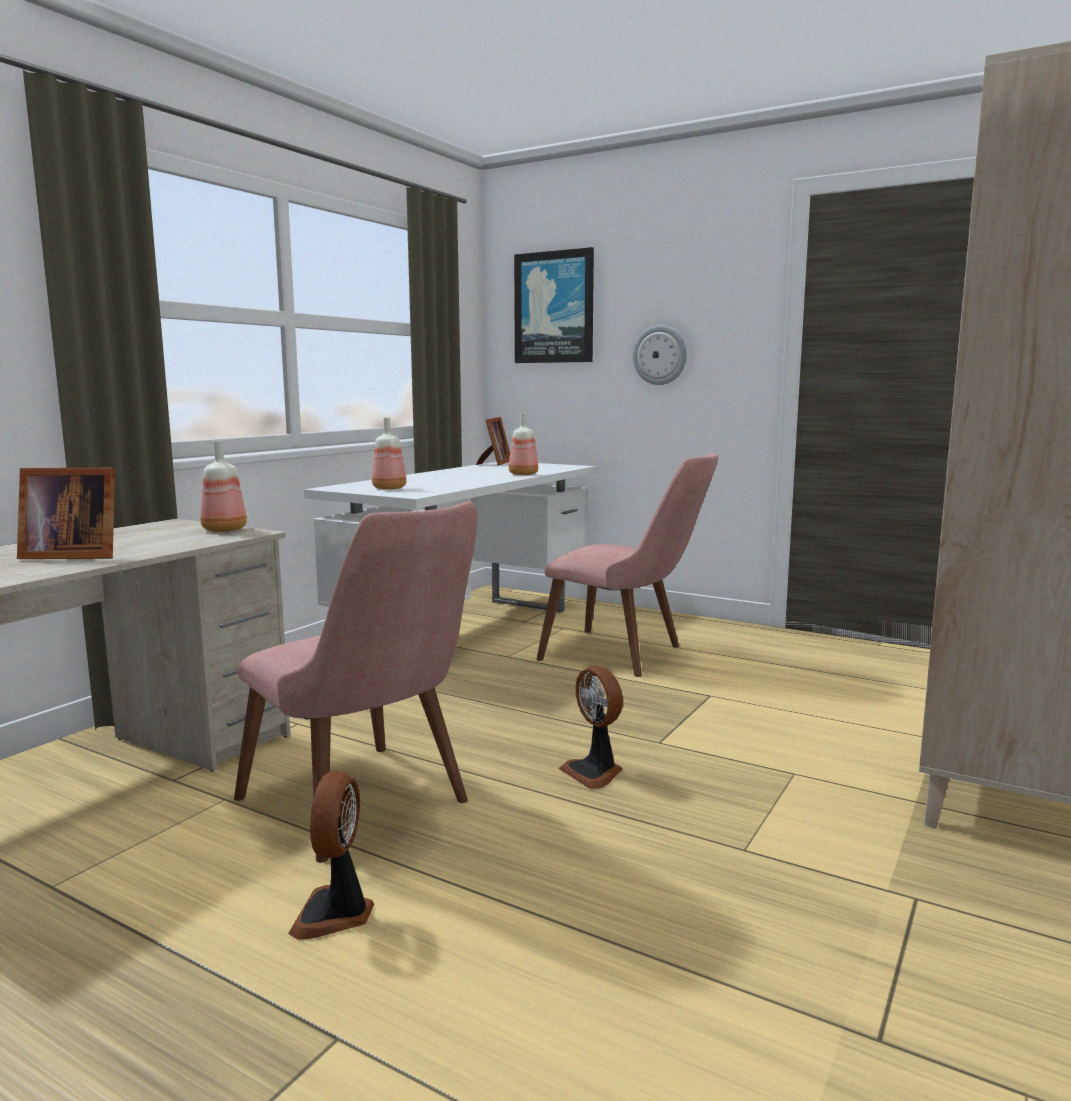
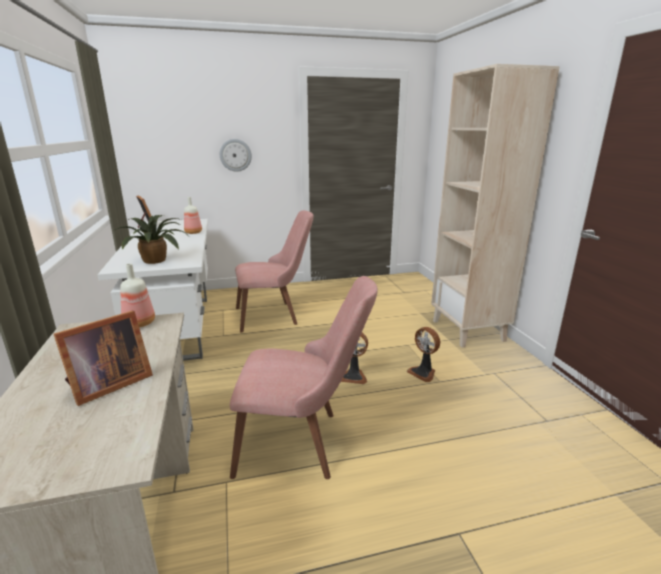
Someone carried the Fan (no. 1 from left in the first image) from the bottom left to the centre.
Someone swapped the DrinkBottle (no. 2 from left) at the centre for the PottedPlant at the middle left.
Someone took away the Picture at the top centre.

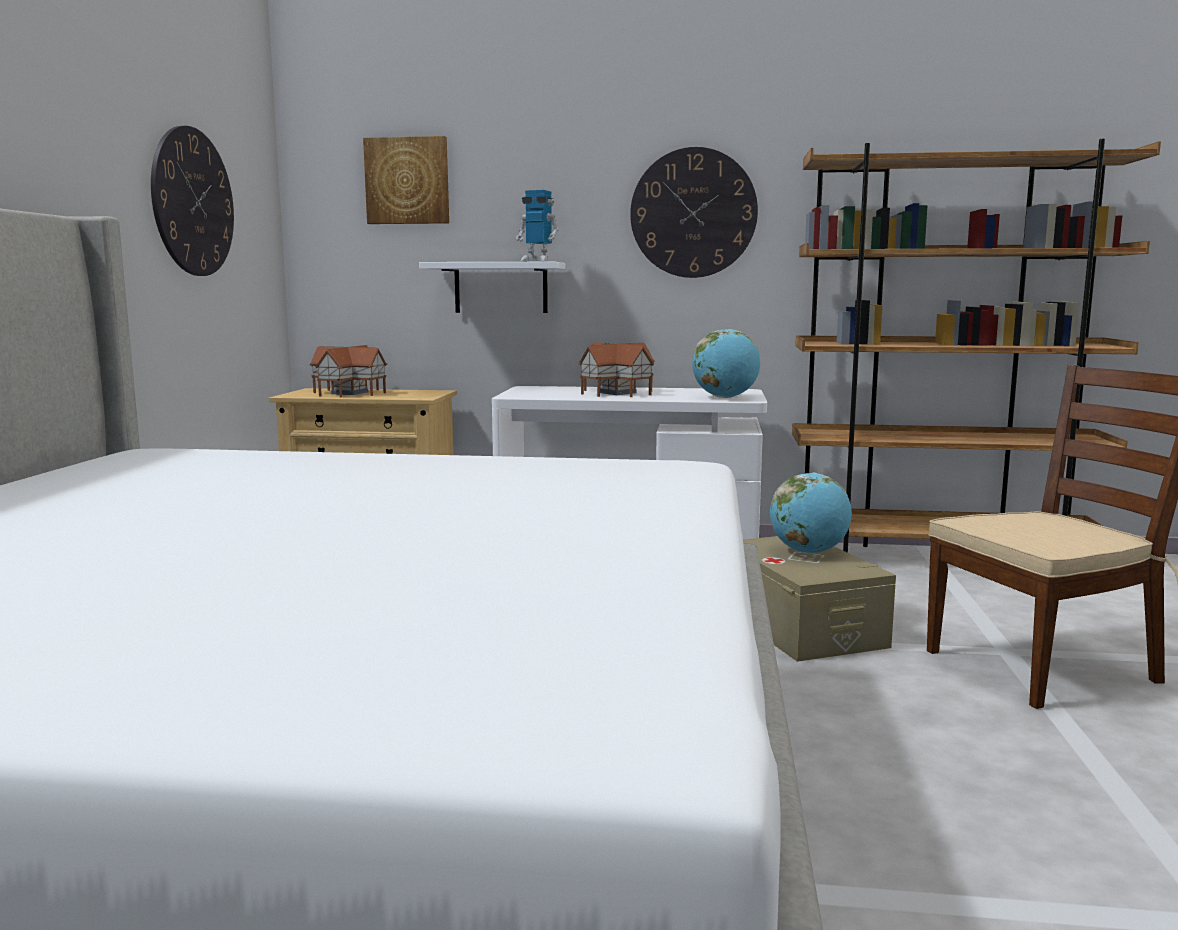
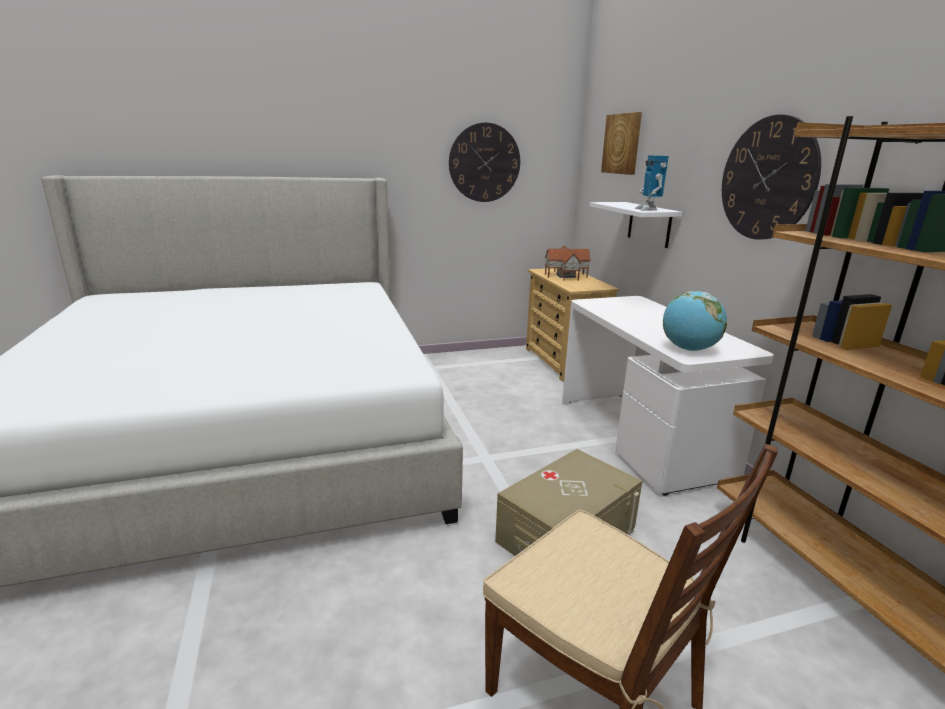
Someone took away the MiniatureHouse (no. 2 from left) at the centre.
Someone took away the DeskGlobe (no. 2 from left) at the middle right.

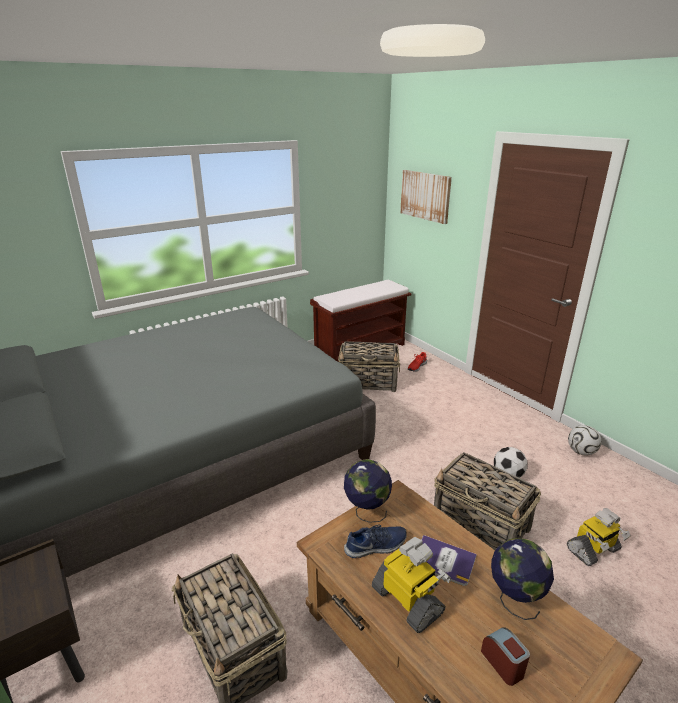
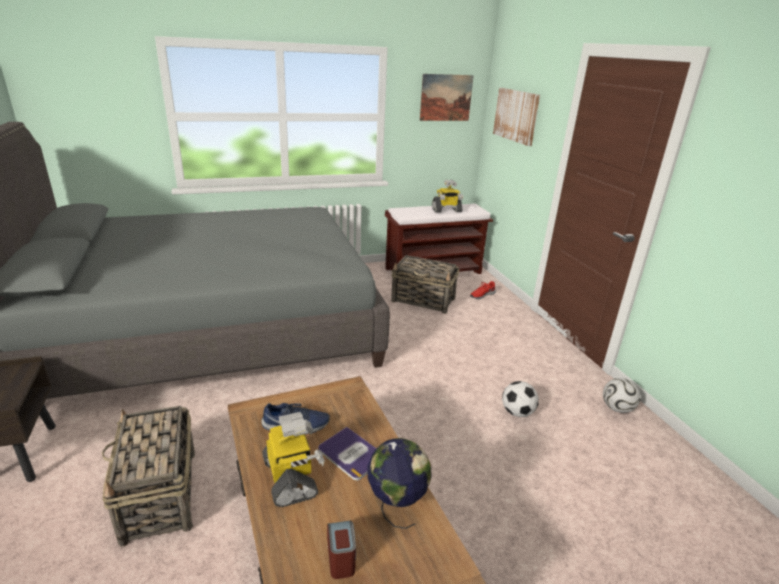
Someone took away the DeskGlobe (no. 1 from left) at the bottom centre.
Someone took away the Basket (no. 3 from left) at the bottom right.
Someone carried the RobotFigure (no. 2 from left) from the bottom right to the centre.
Someone put up the Picture (no. 1 from left) at the top centre.

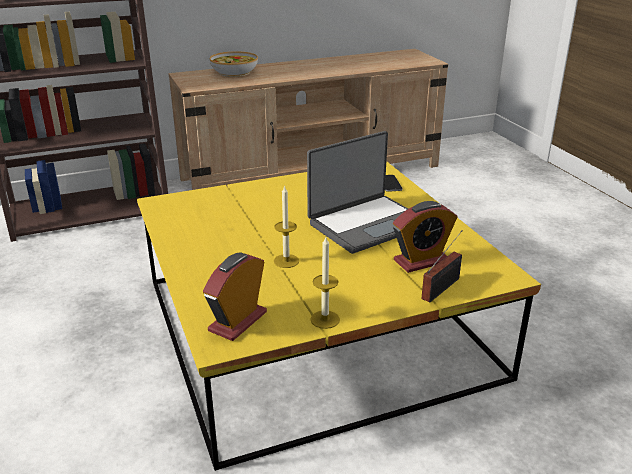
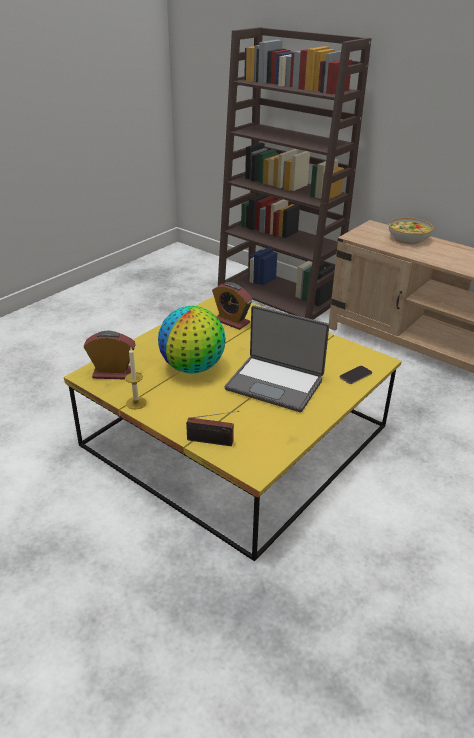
Someone swapped the Candle (no. 1 from left) at the centre for the DeskGlobe at the centre.
Someone carried the BedsideClock (no. 2 from left) from the middle right to the centre.

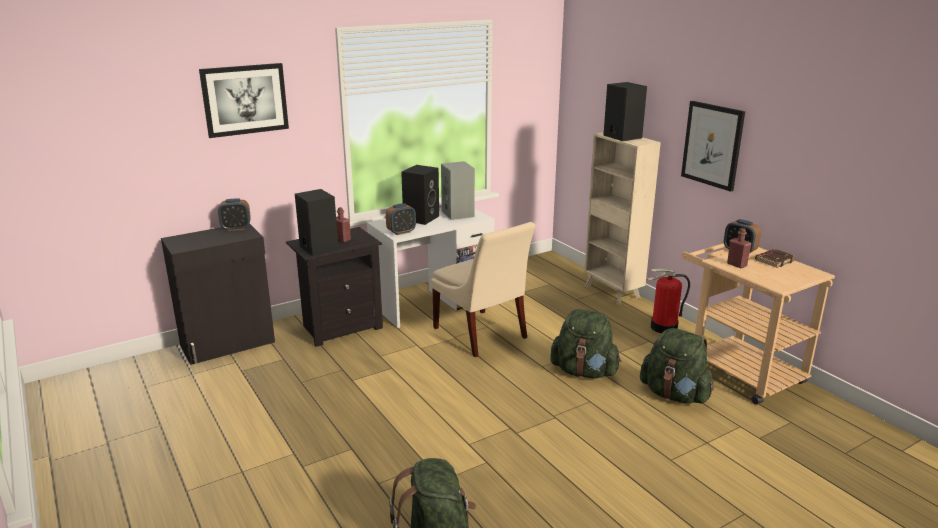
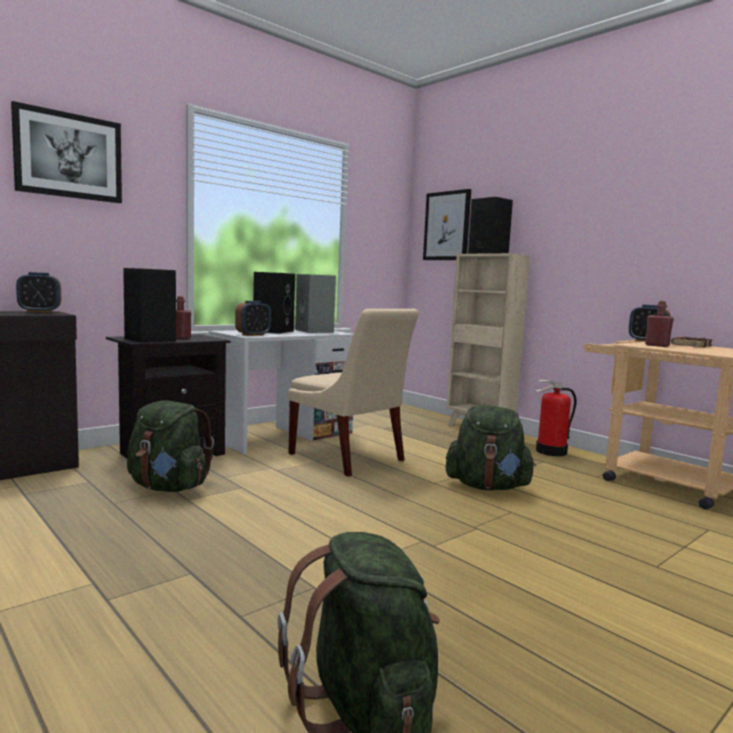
Someone carried the GreenishBackpack (no. 3 from left in the first image) from the bottom right to the middle left.
Someone carried the Picture (no. 2 from left) from the top right to the top centre.

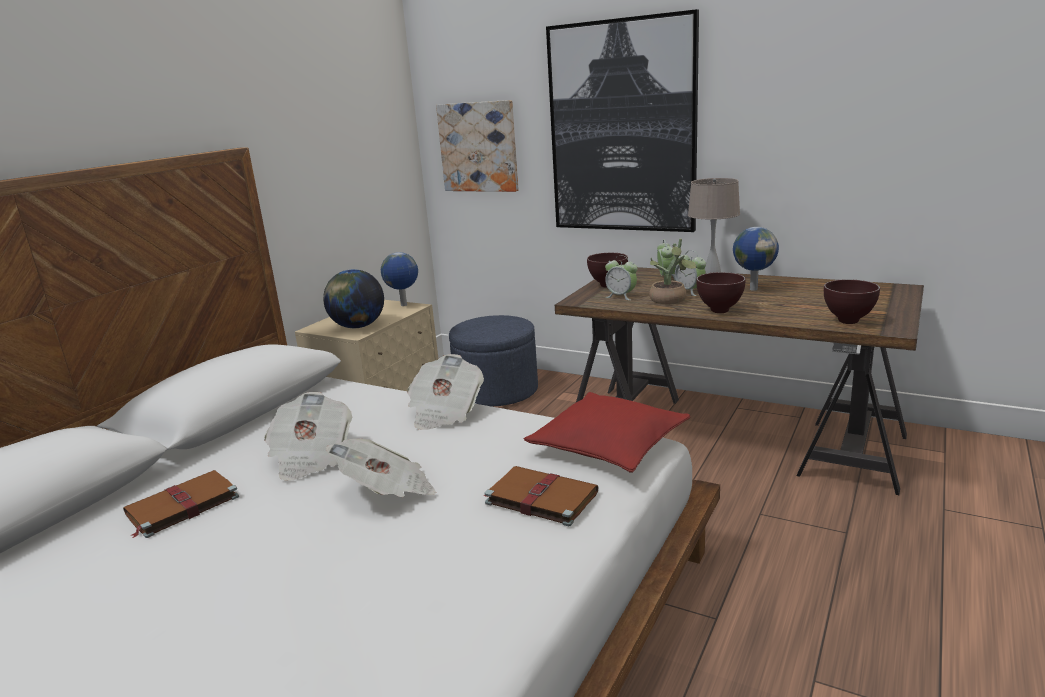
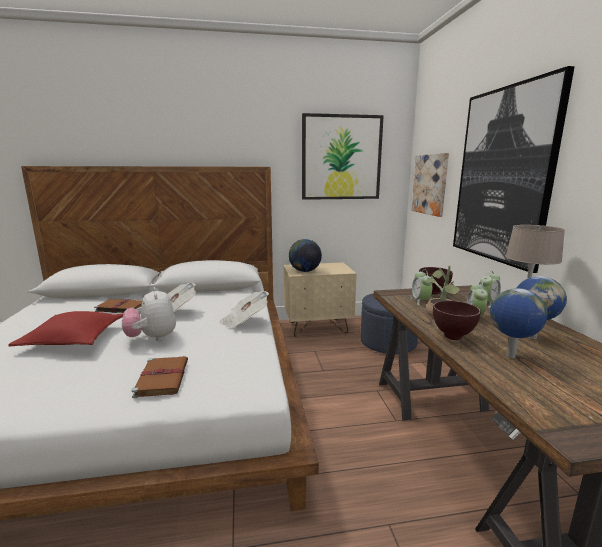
Someone swapped the DailyPaper (no. 2 from left) at the bottom centre for the SoftToy at the middle left.
Someone carried the DeskGlobe (no. 2 from left) from the centre to the middle right.
Someone carried the ReddishPillow from the centre to the middle left.
Someone took away the BrownServingBowl (no. 3 from left) at the middle right.
Someone put up the Picture (no. 1 from left) at the top centre.

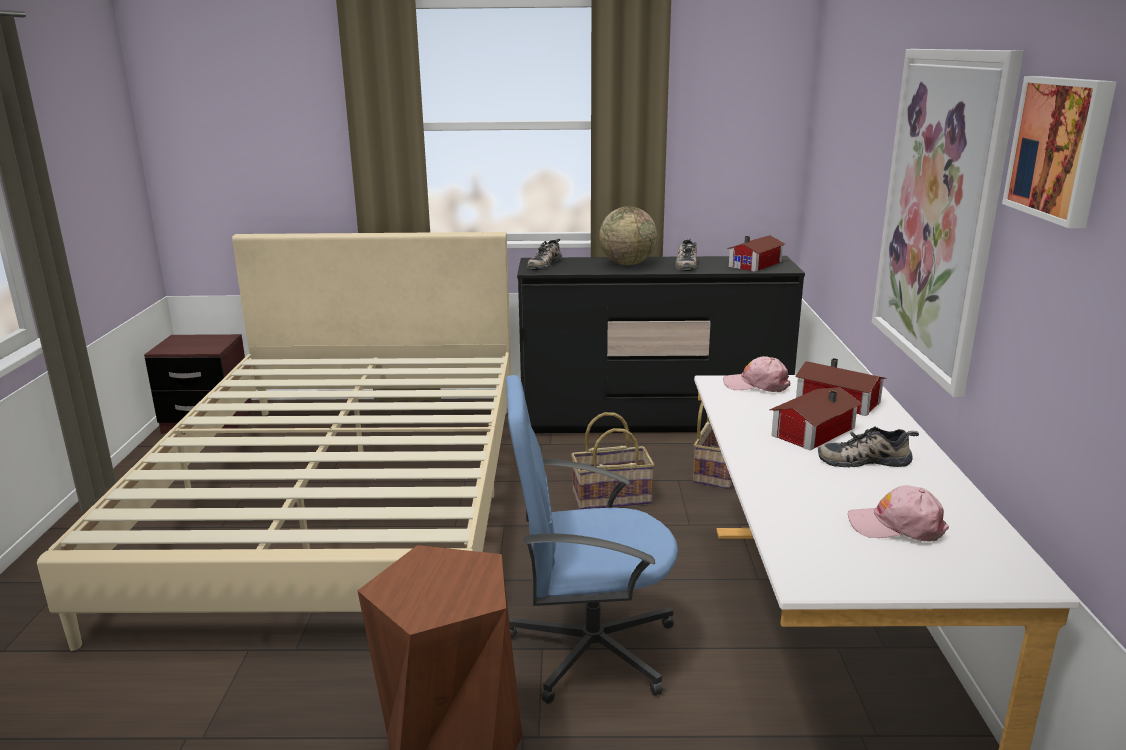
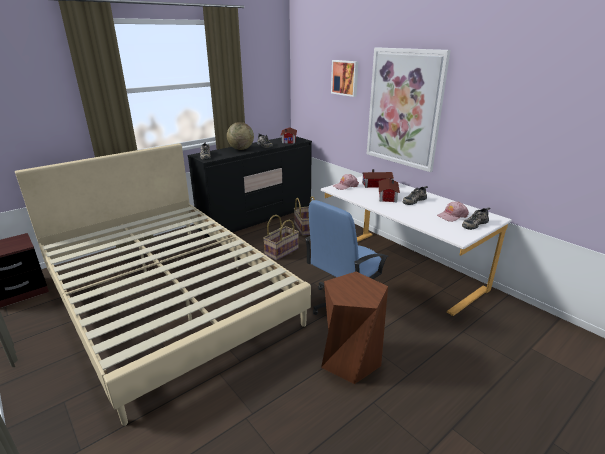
Someone carried the Picture (no. 2 from left in the first image) from the top right to the top centre.
Someone put down the ItemOfFootwear (no. 4 from left) at the middle right.

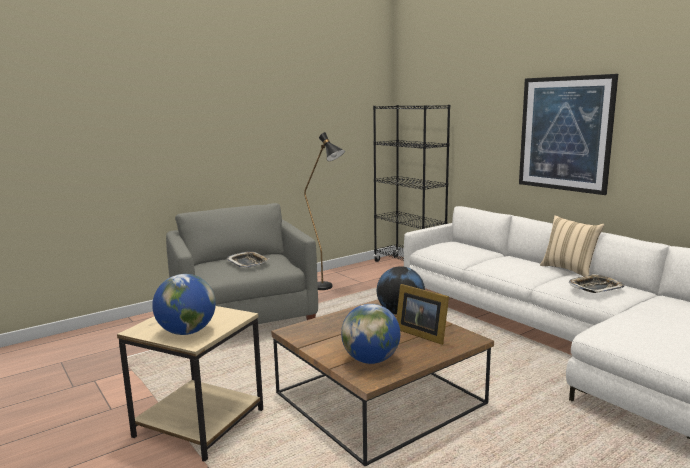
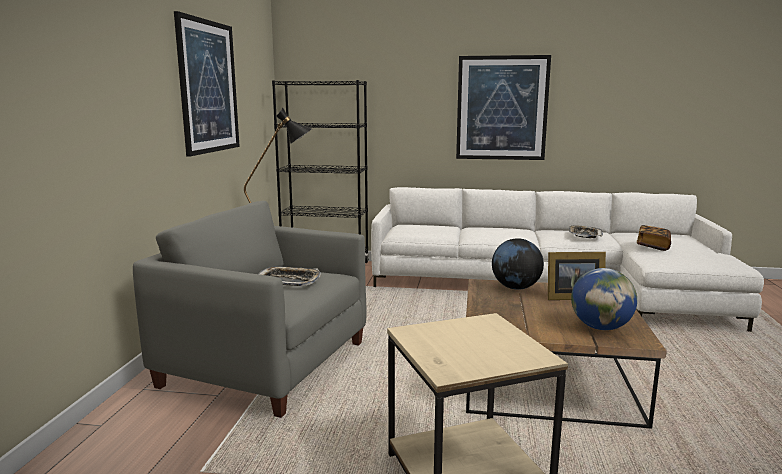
Someone took away the DeskGlobe (no. 1 from left) at the middle left.
Someone took away the BeigeColouredPillow at the middle right.
Someone put up the Picture (no. 1 from left) at the top left.
Someone put down the Book at the middle right.

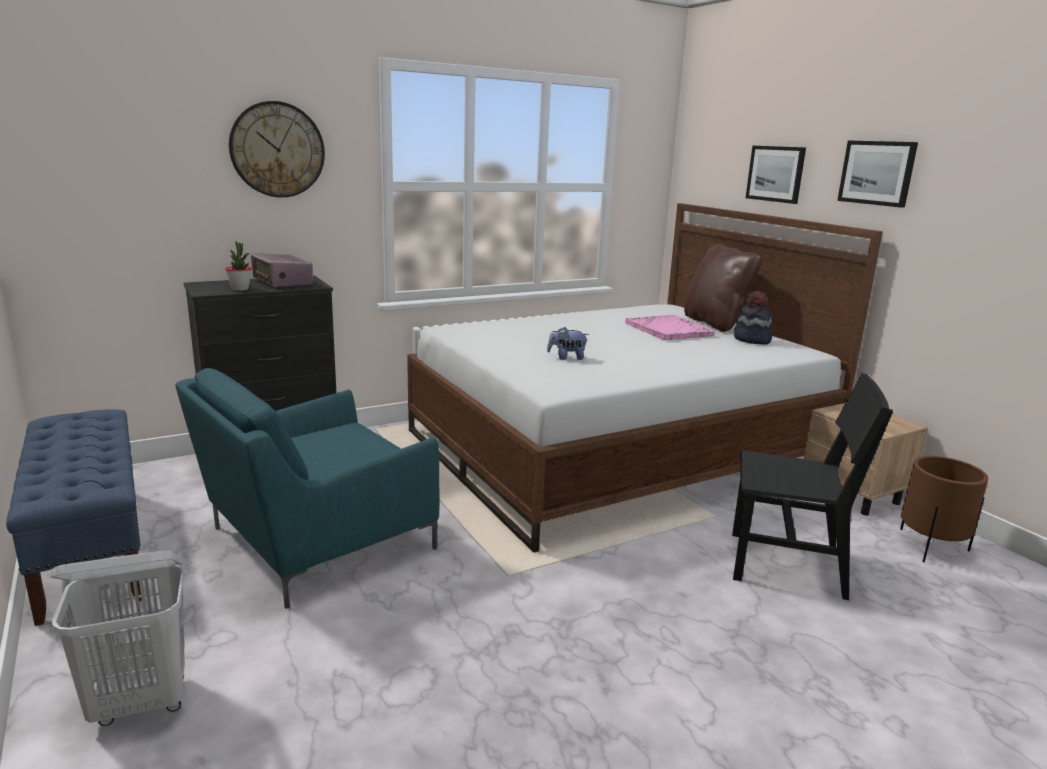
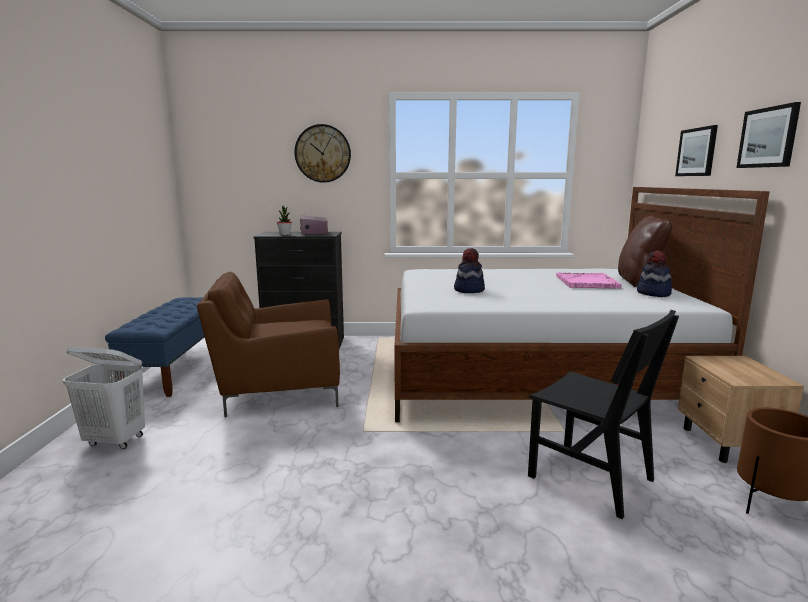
Someone repainted the BlueGreenEasyChair at the middle left, which became the BrownEasyChair at the middle left.
Someone swapped the SoftToy at the centre for the Hat (no. 1 from left) at the centre.

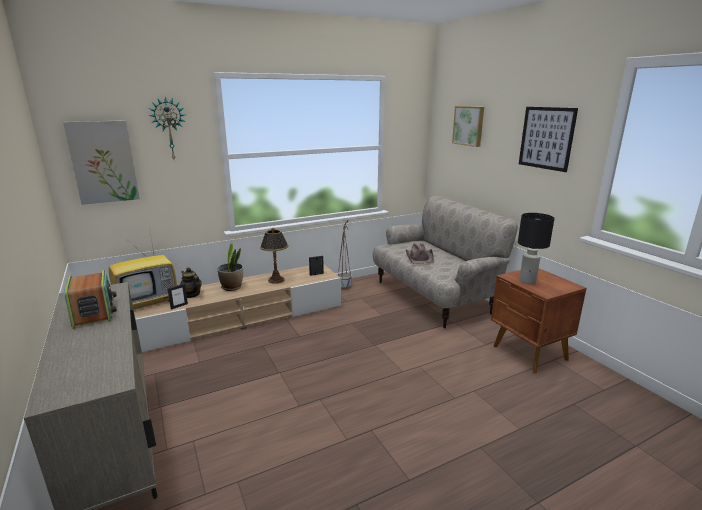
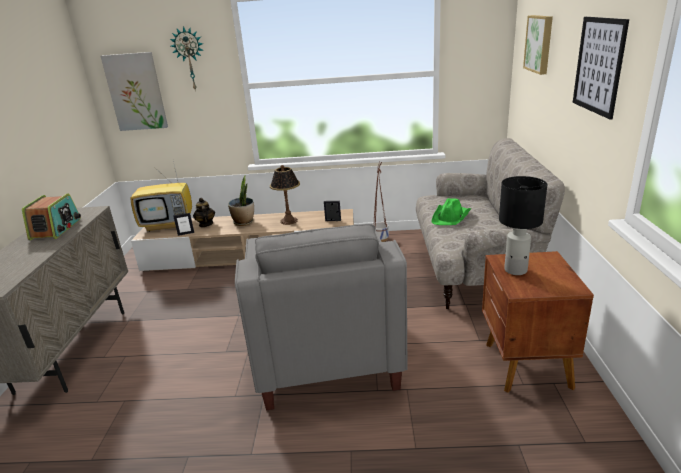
Someone repainted the BrownHat at the centre, which became the GreenishHat at the centre.
Someone put down the GreyishEasyChair at the bottom centre.

